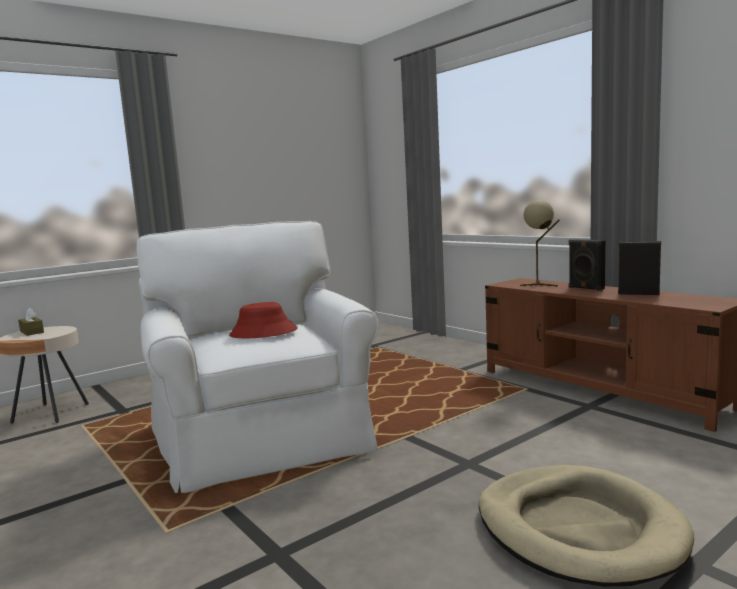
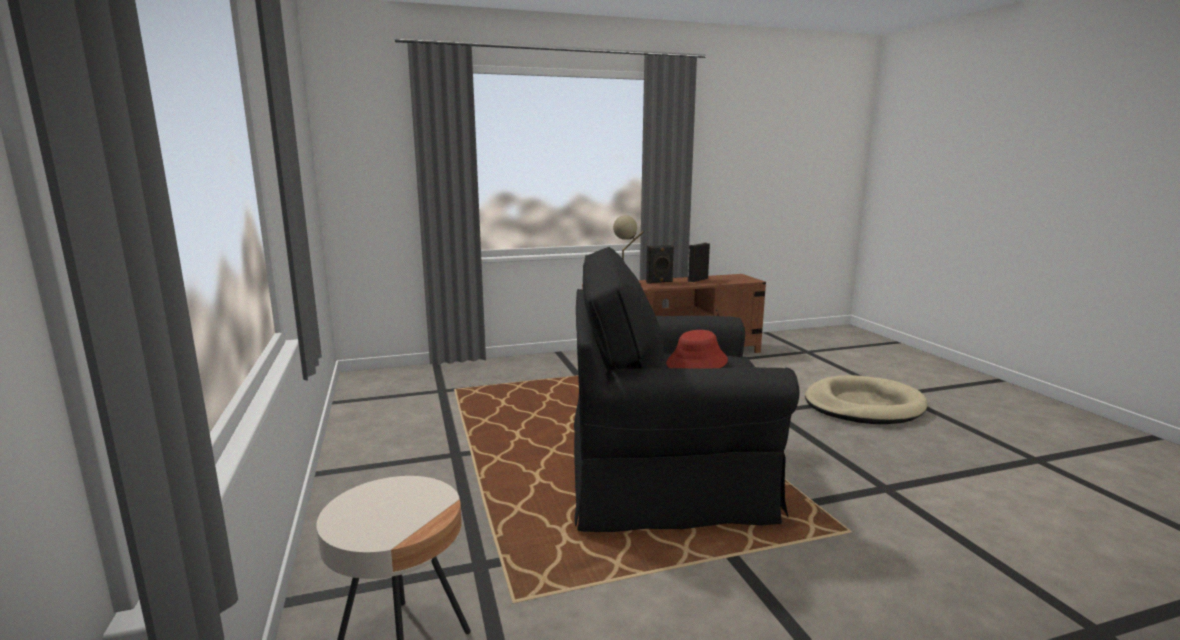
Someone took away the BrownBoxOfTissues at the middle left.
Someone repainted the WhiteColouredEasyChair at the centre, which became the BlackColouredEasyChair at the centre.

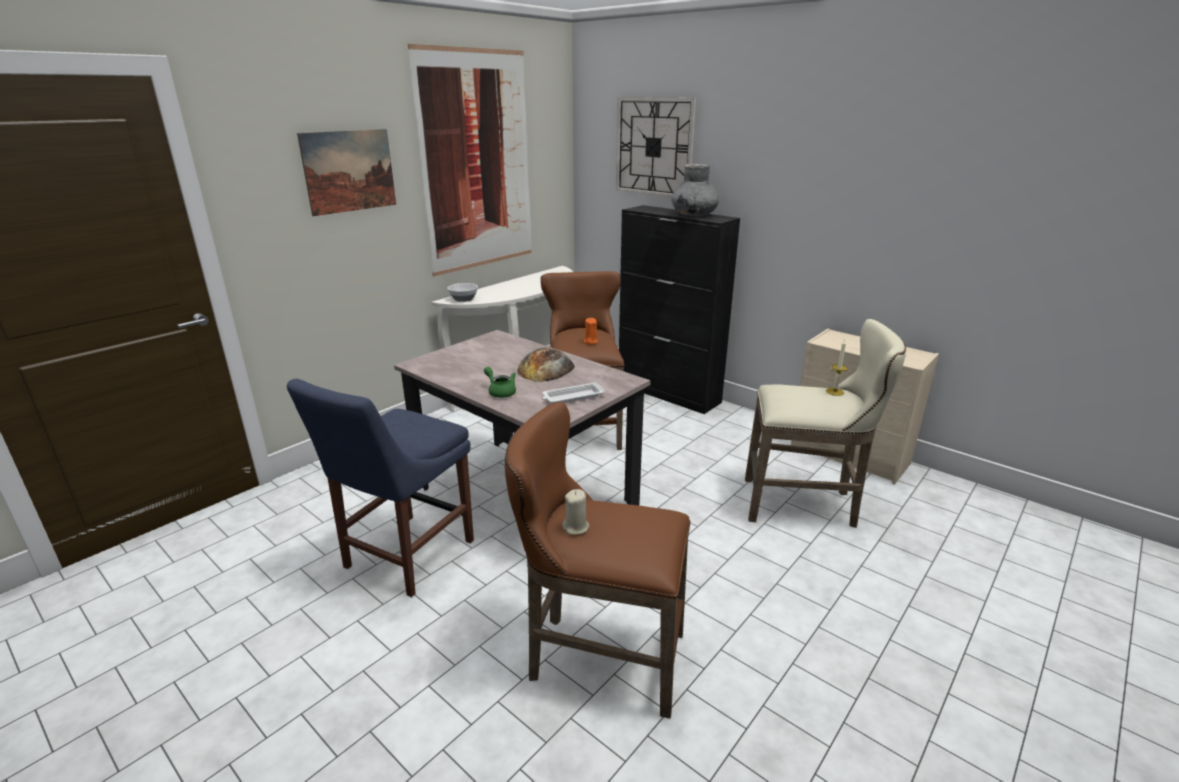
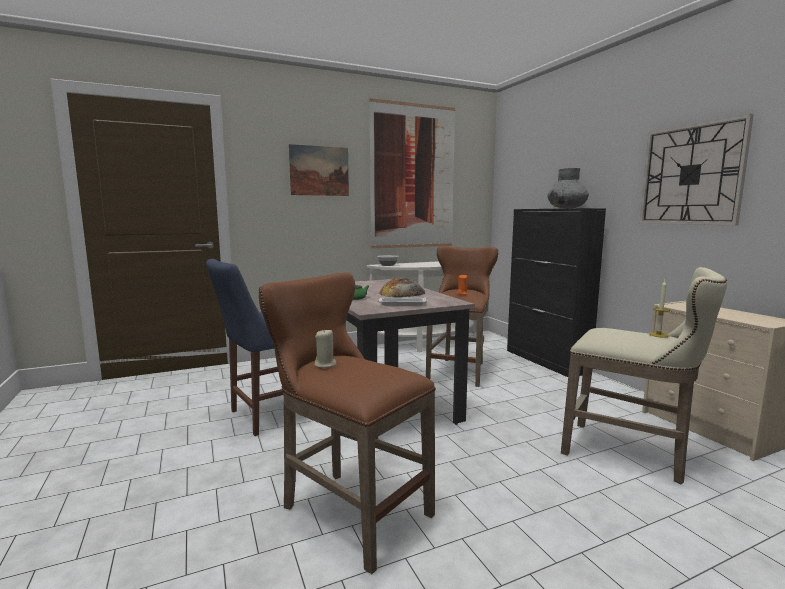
Someone carried the WallClock from the top centre to the top right.

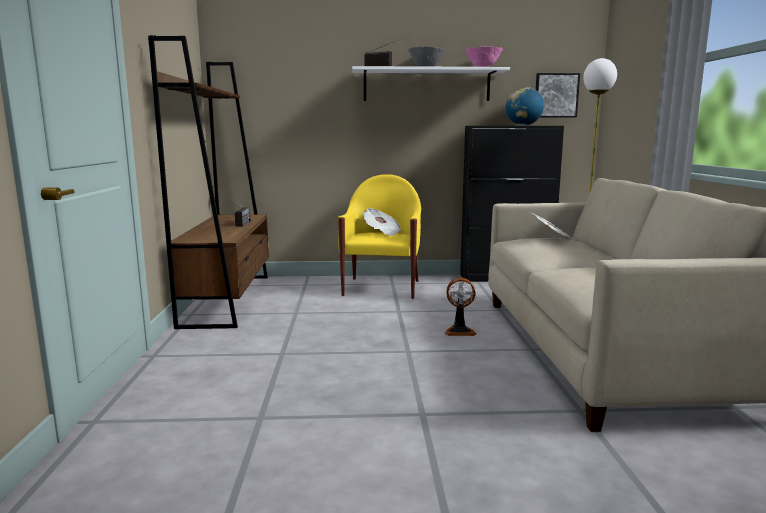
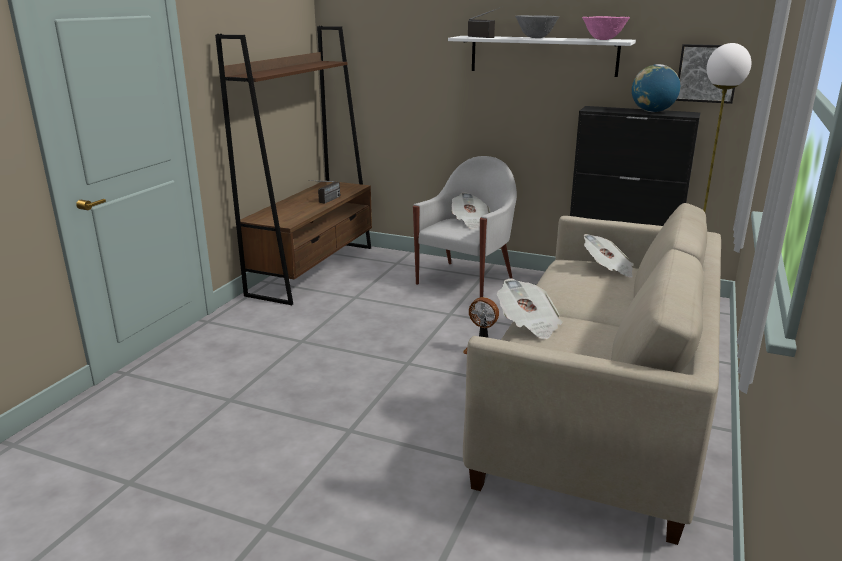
Someone repainted the YellowishEasyChair at the centre, which became the WhiteColouredEasyChair at the centre.
Someone put down the DailyPaper (no. 2 from left) at the centre.

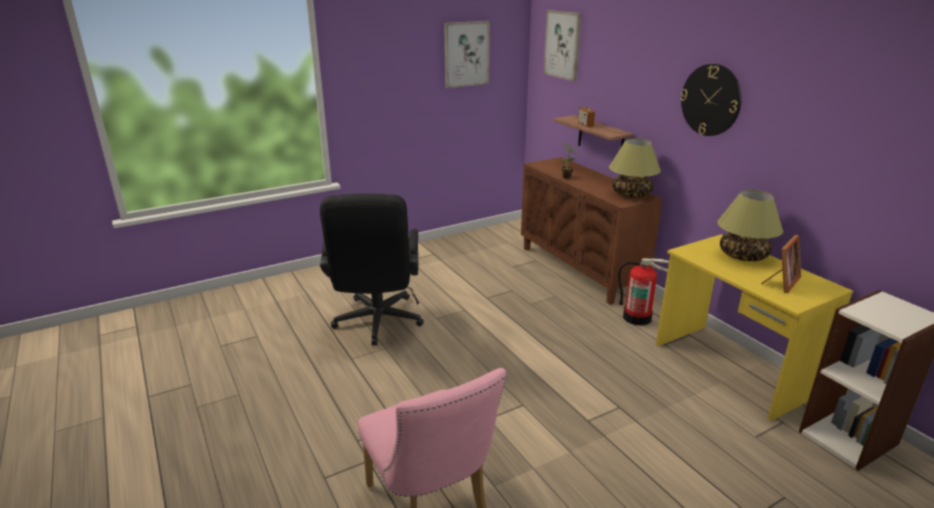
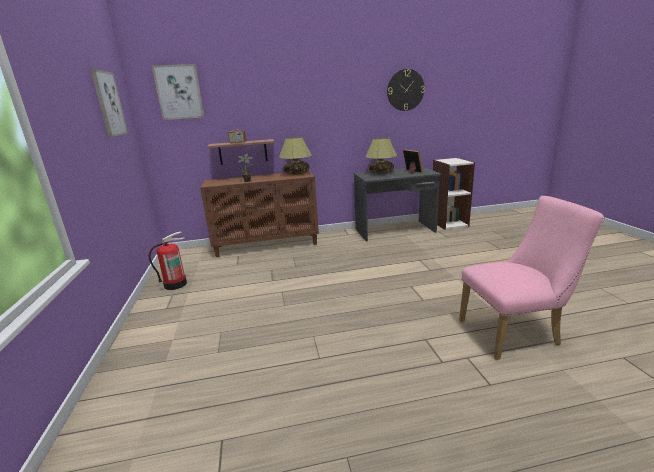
Someone took away the BlackColouredOfficeChair at the centre.
Someone carried the FireExtinguisher from the middle right to the middle left.
Someone repainted the YellowishDeskTable at the middle right, which became the GreyishDeskTable at the centre.
Someone carried the WallClock from the top right to the top centre.

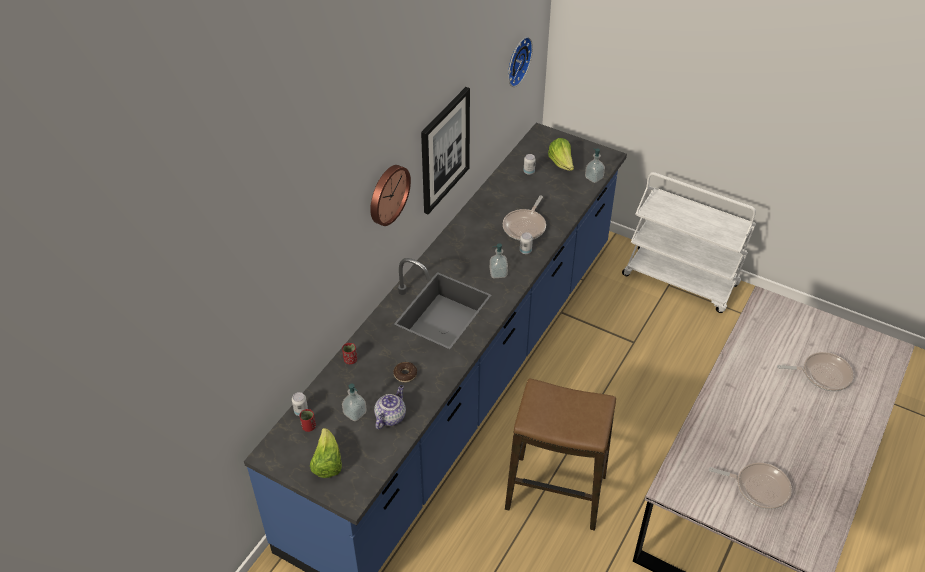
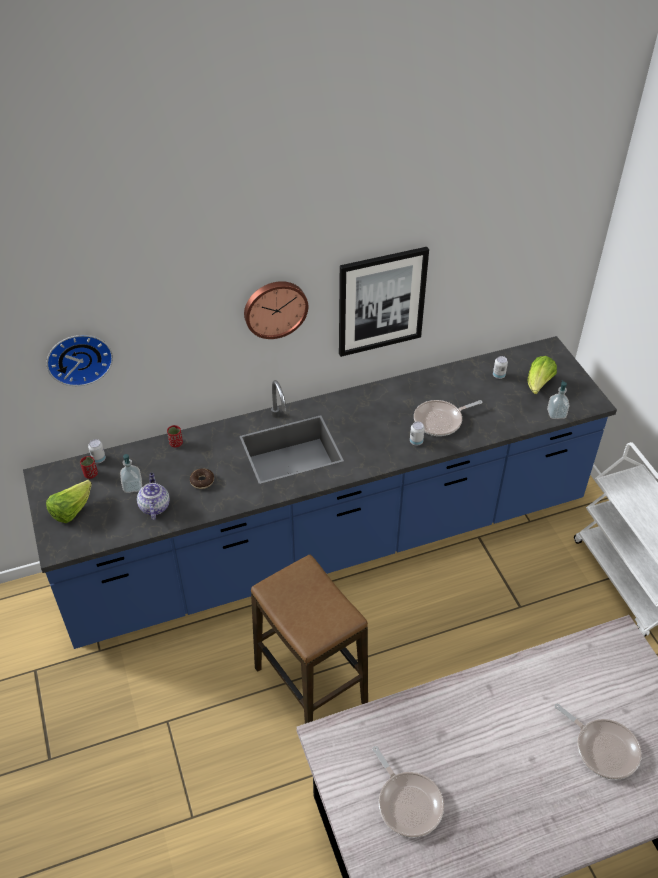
Someone rotated the Teapot at the bottom centre by 75 degrees counterclockwise.
Someone took away the SoapDispenser (no. 2 from left) at the centre.
Someone carried the WallClock (no. 2 from left in the first image) from the top centre to the middle left.

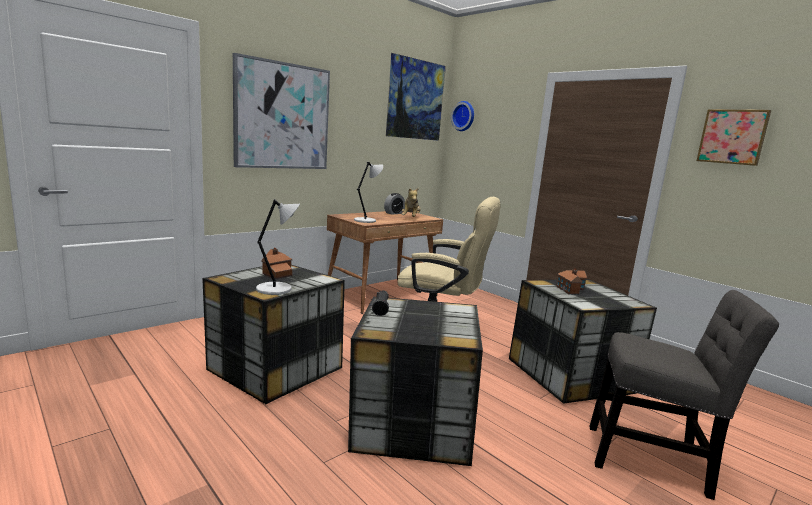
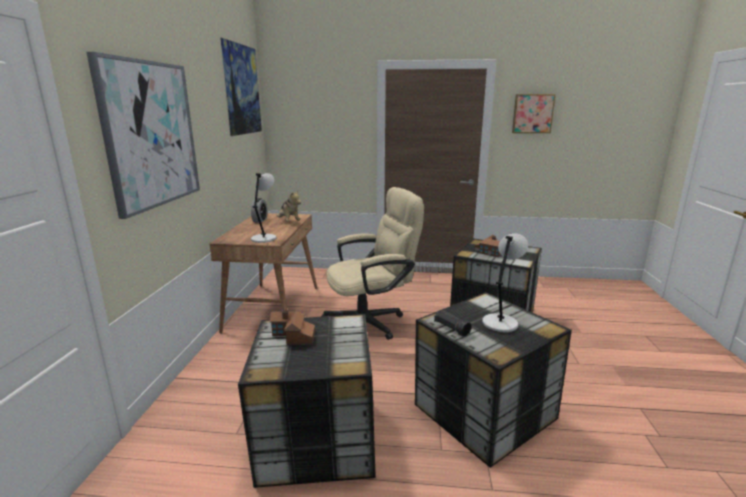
Someone carried the GreyishTabletopLamp (no. 1 from left in the first image) from the centre to the middle right.
Someone took away the WallClock at the top centre.
Someone took away the GreyishPlainChair at the bottom right.

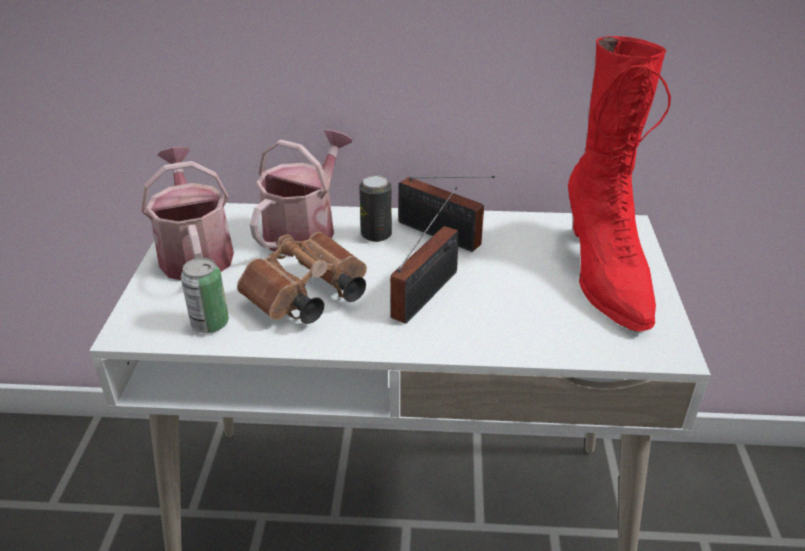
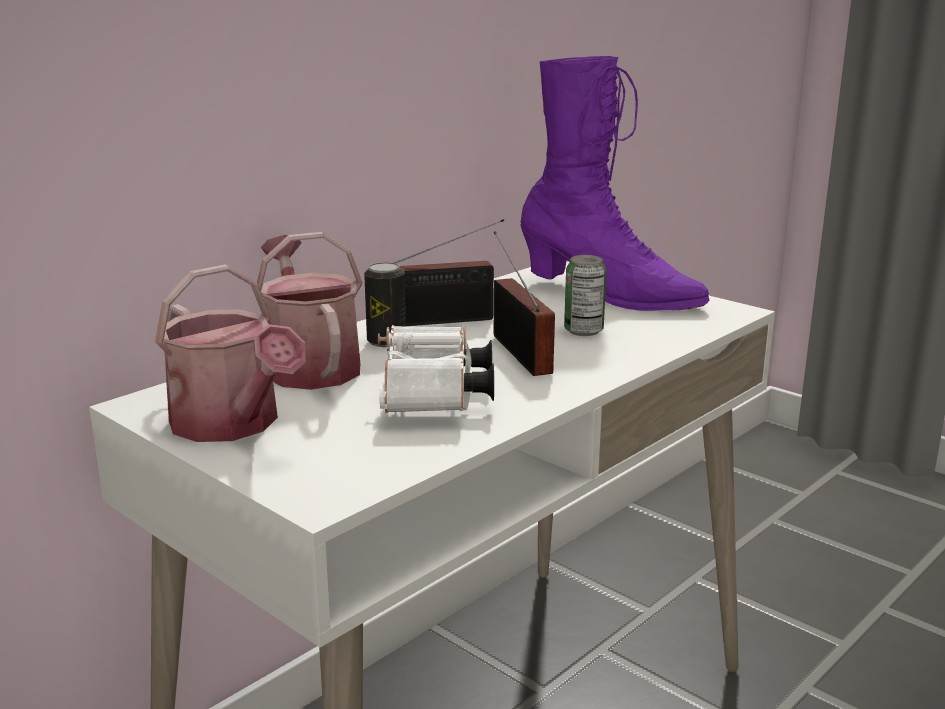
Someone rotated the WateringCan (no. 1 from left) at the middle left by 150 degrees counterclockwise.
Someone carried the SealedCan (no. 1 from left in the first image) from the middle left to the centre.
Someone repainted the BrownPairOfBinoculars at the centre, which became the WhiteColouredPairOfBinoculars at the centre.
Someone repainted the ReddishBoot at the middle right, which became the PurpleColouredBoot at the top centre.

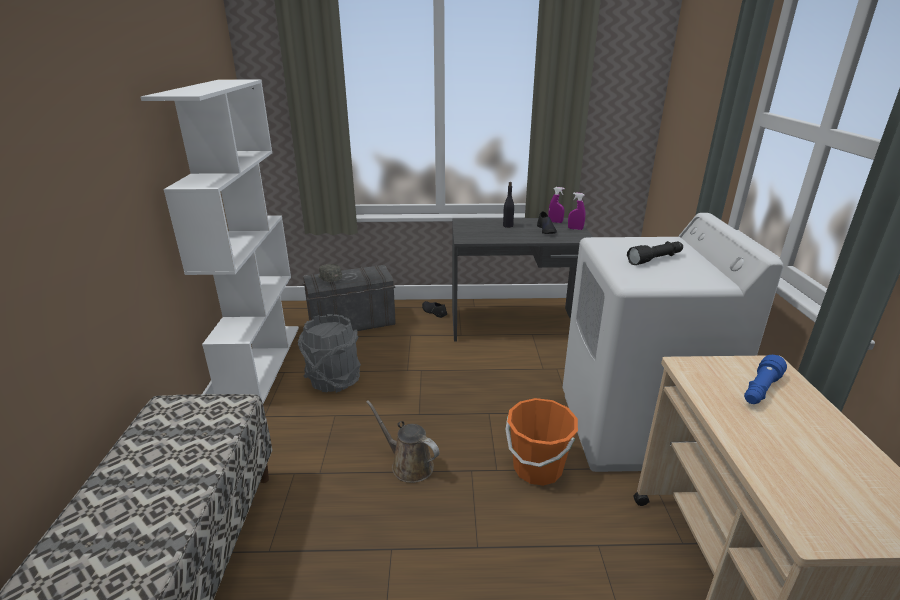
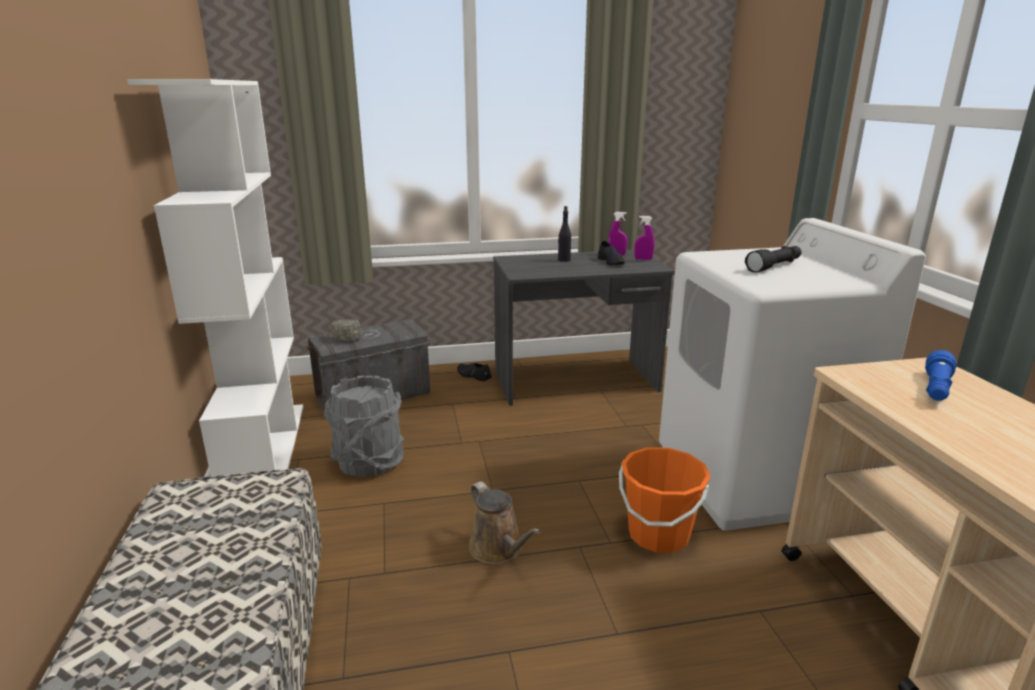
Someone rotated the BrownWateringCan at the bottom centre by 150 degrees counterclockwise.

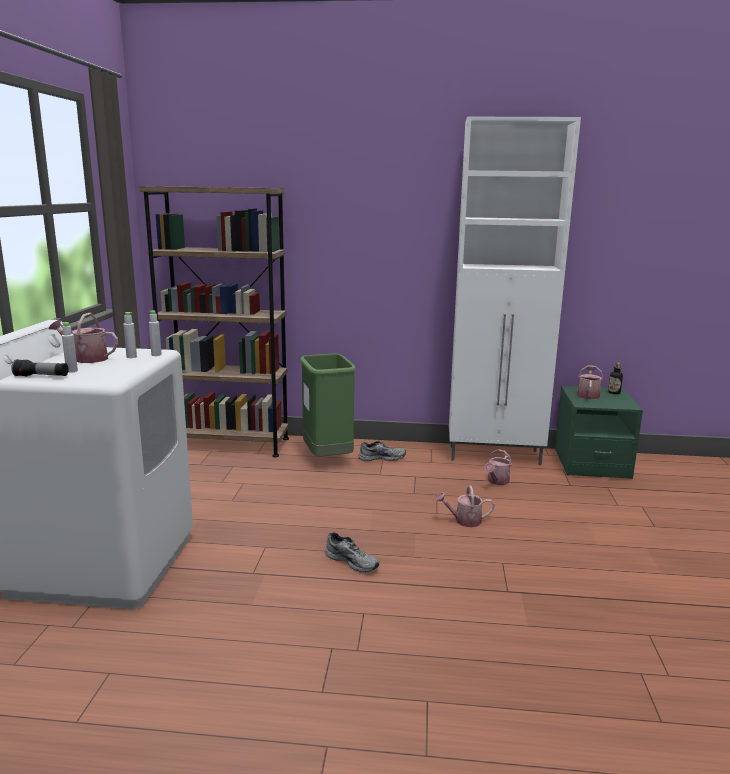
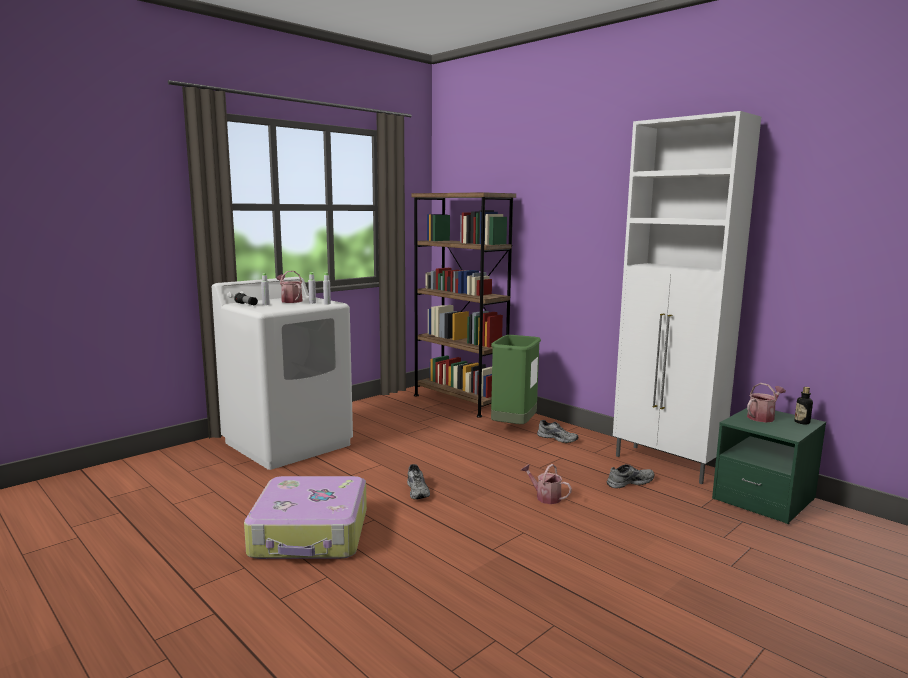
Someone swapped the WateringCan (no. 3 from left) at the middle right for the GreyishItemOfFootwear (no. 3 from left) at the bottom right.
Someone put down the PieceOfLuggage at the bottom centre.

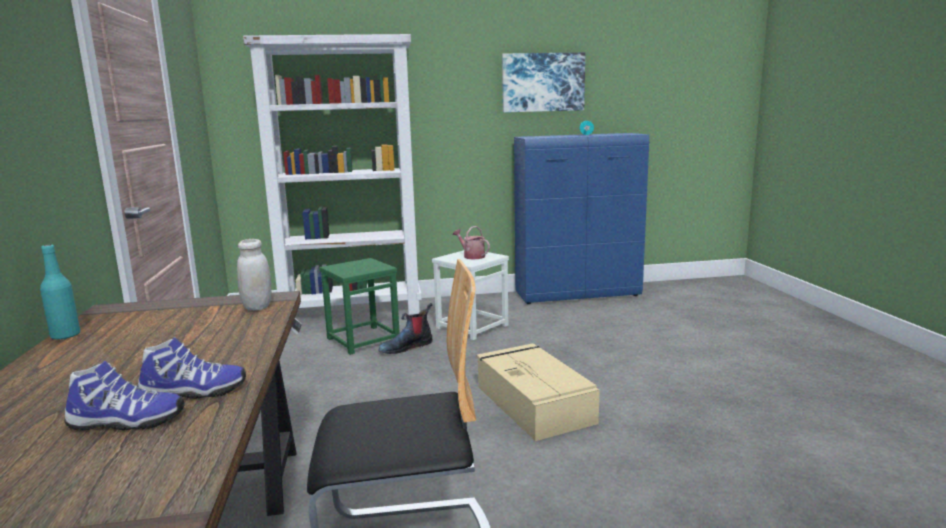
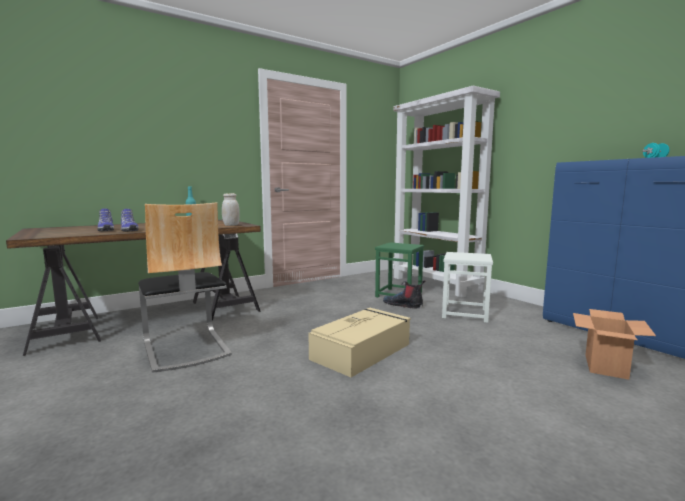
Someone took away the WateringCan at the centre.
Someone took away the Picture at the top centre.
Someone put down the PackingBox at the bottom right.

